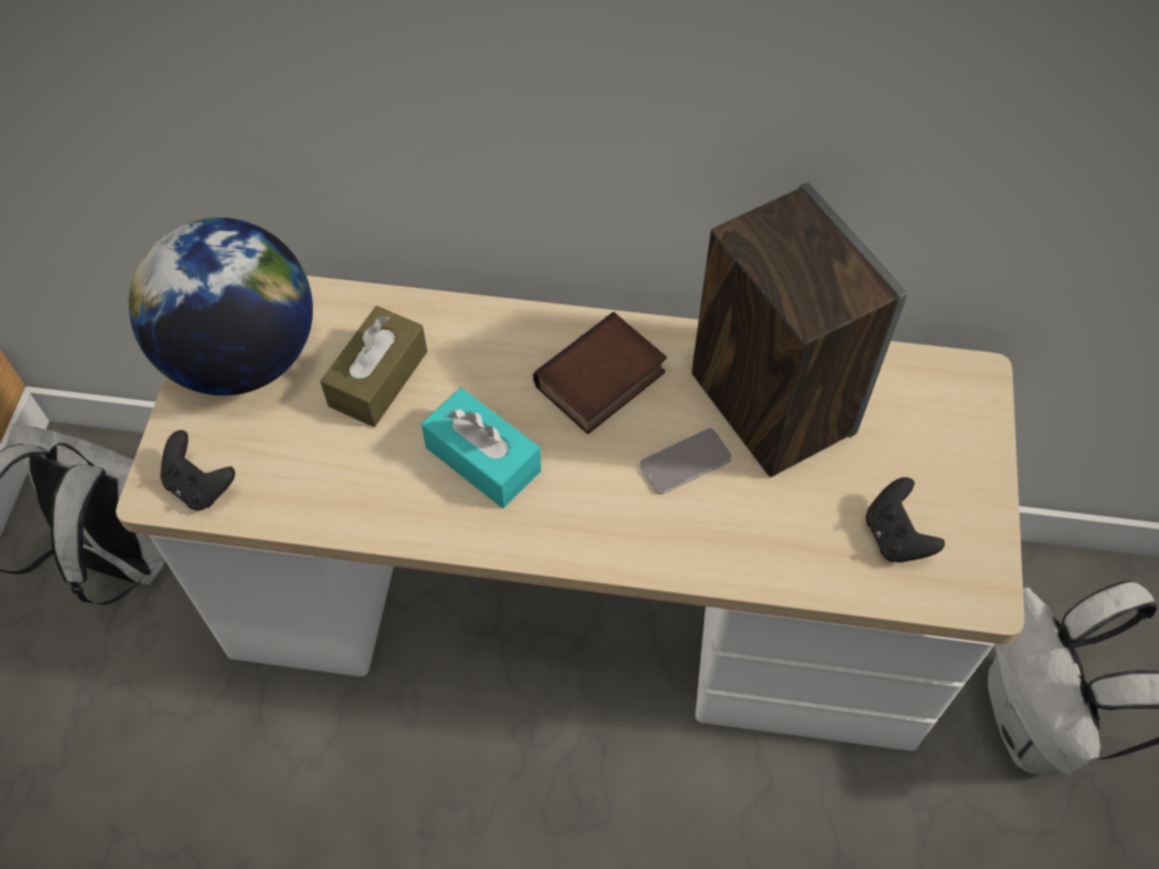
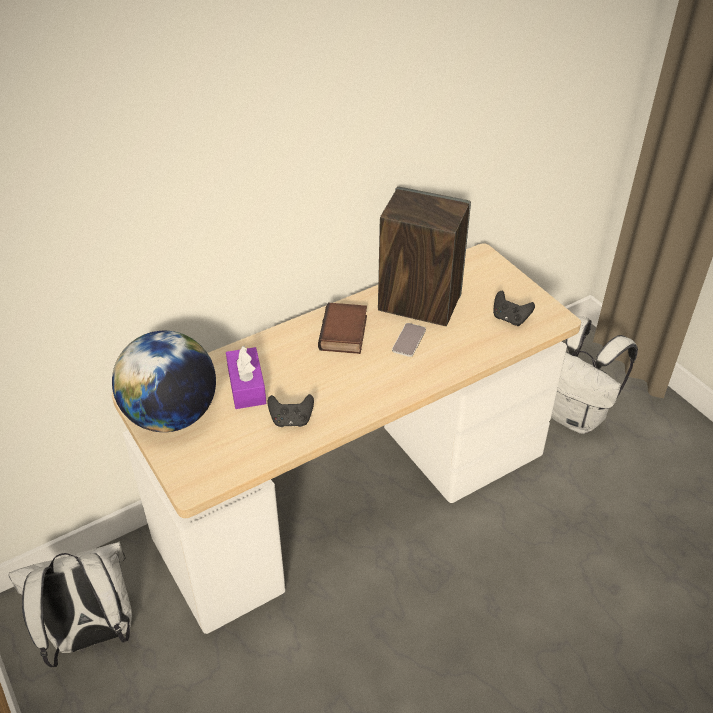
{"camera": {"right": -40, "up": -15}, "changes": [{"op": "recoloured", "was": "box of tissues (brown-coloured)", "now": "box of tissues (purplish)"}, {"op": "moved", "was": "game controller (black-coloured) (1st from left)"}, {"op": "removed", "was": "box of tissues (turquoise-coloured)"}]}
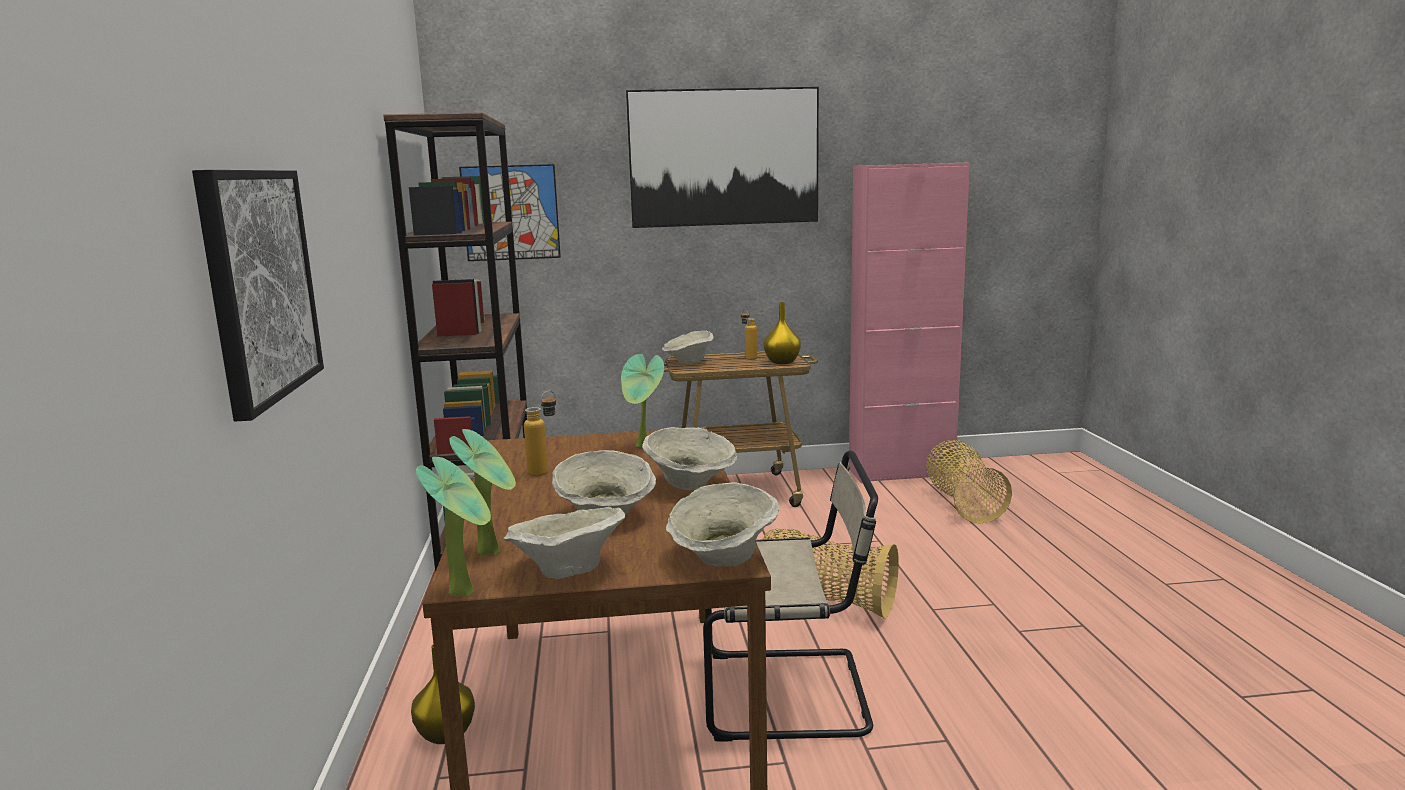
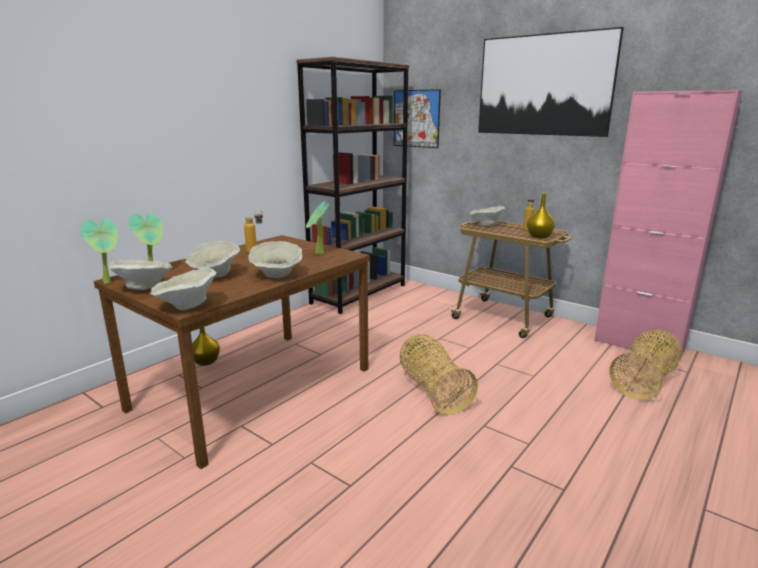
{"camera": {"right": 45, "up": 5}, "changes": [{"op": "removed", "was": "picture (1st from left)"}, {"op": "removed", "was": "chair (beige-coloured)"}]}
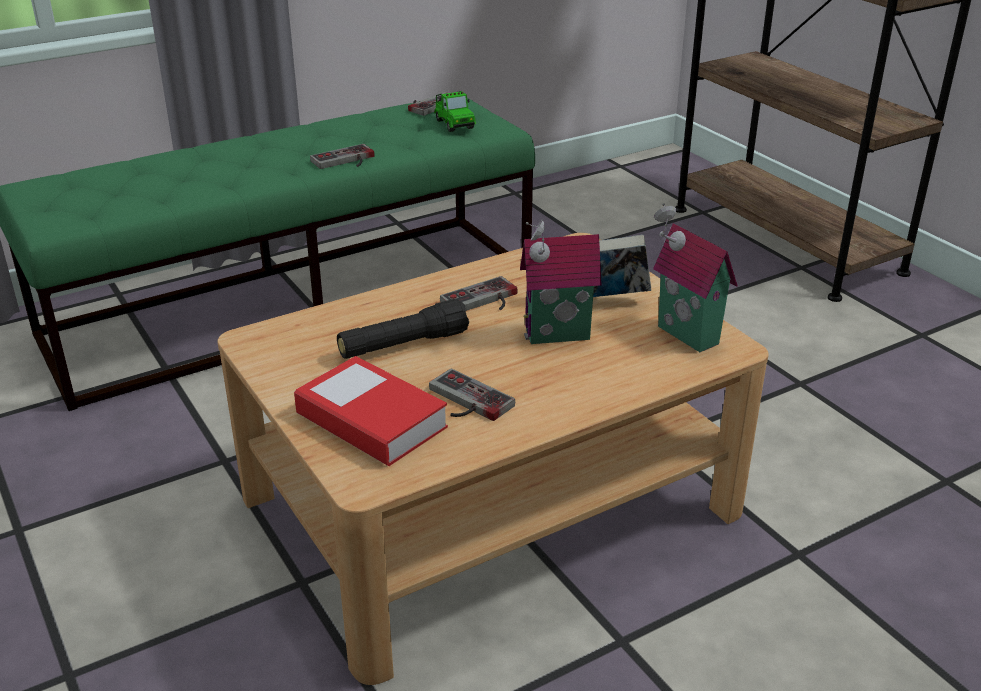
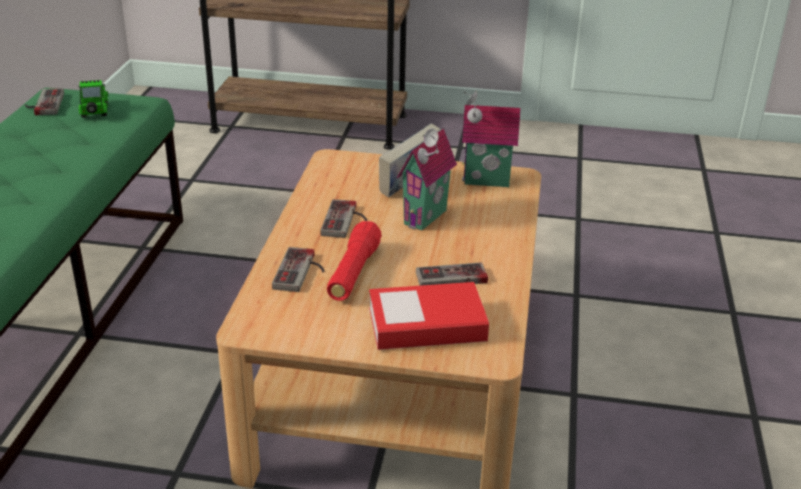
{"camera": {"right": -50, "up": 0}, "changes": [{"op": "turned", "was": "miniature car", "clockwise": -120}, {"op": "moved", "was": "game controller (1st from left in the first image)", "now": "game controller (2nd from left)"}, {"op": "recoloured", "was": "flashlight (black-coloured)", "now": "flashlight (red)"}]}
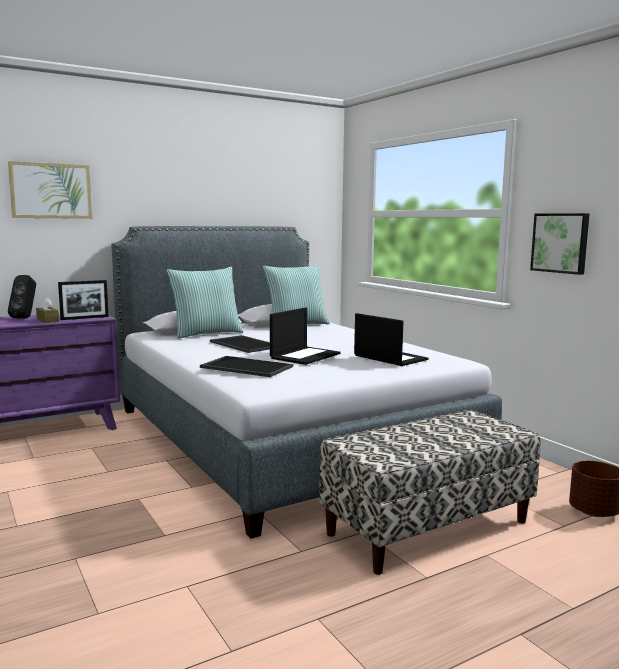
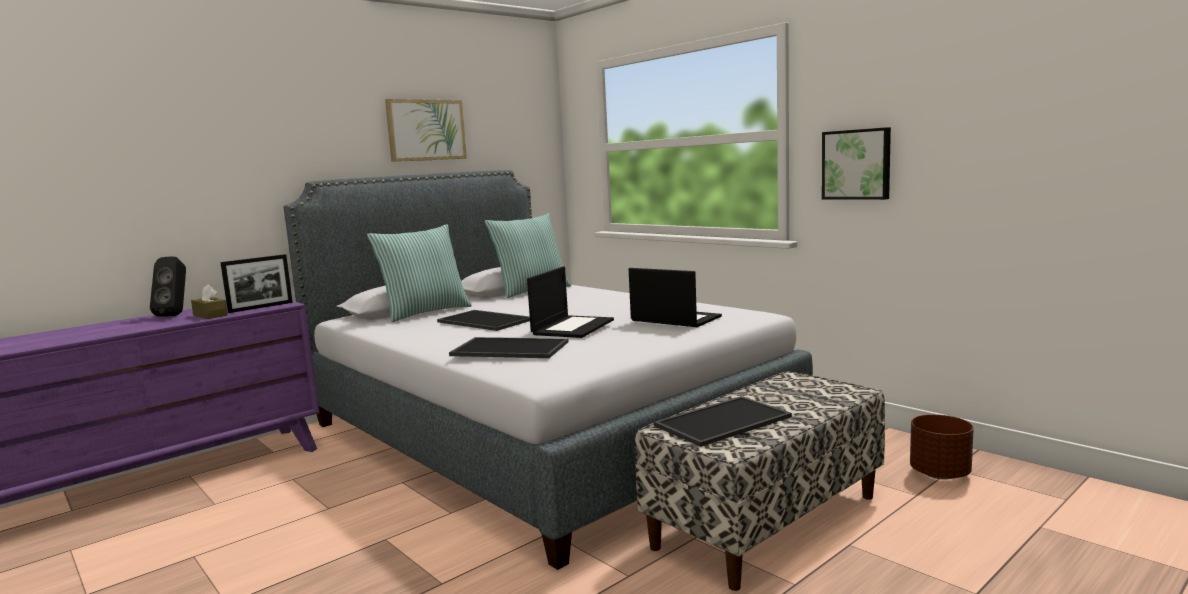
{"camera": {"right": -10, "up": 0}, "changes": [{"op": "moved", "was": "picture (1st from left)"}, {"op": "added", "now": "tray (3rd from left)"}]}
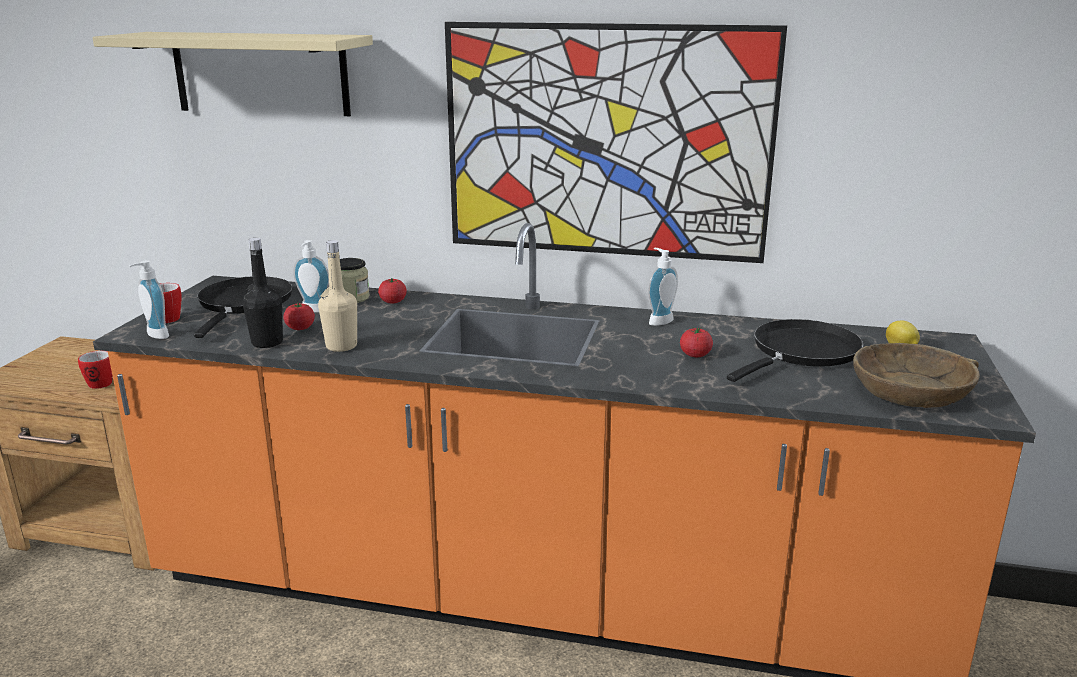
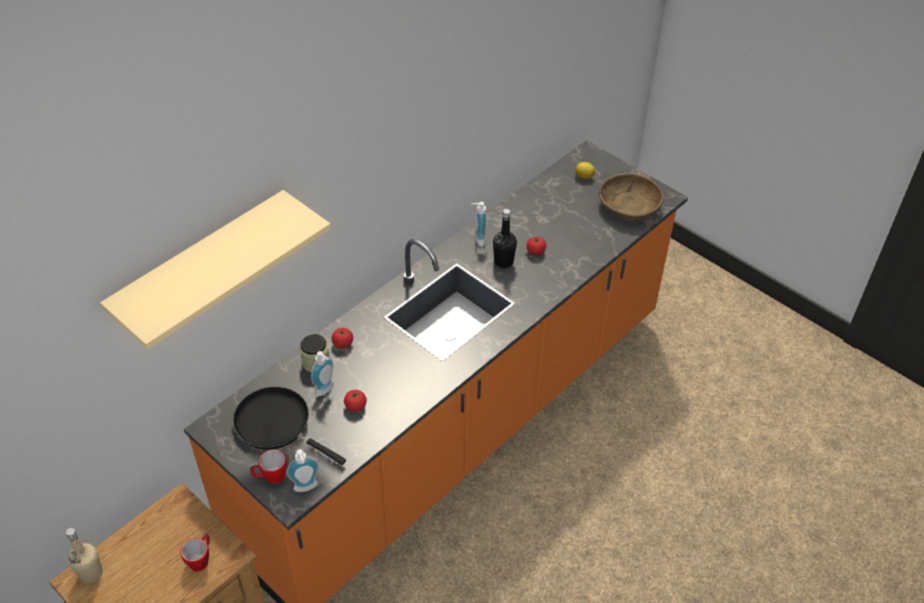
{"camera": {"right": -60, "up": 25}, "changes": [{"op": "moved", "was": "beverage bottle (beige-coloured)"}, {"op": "moved", "was": "beverage bottle (black-coloured)"}, {"op": "removed", "was": "picture"}, {"op": "removed", "was": "pan (black-coloured) (2nd from left)"}]}
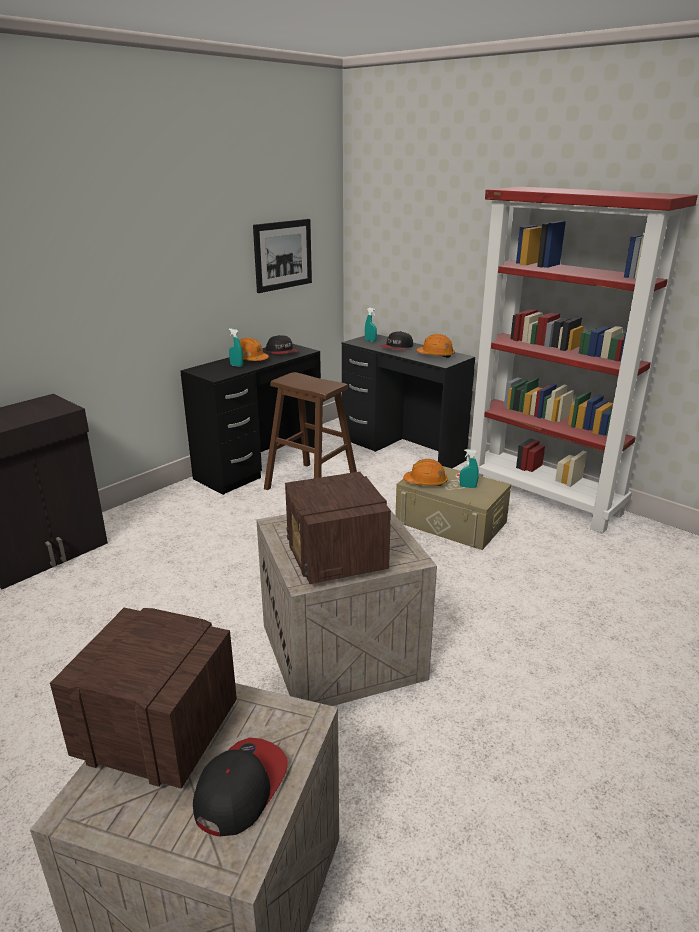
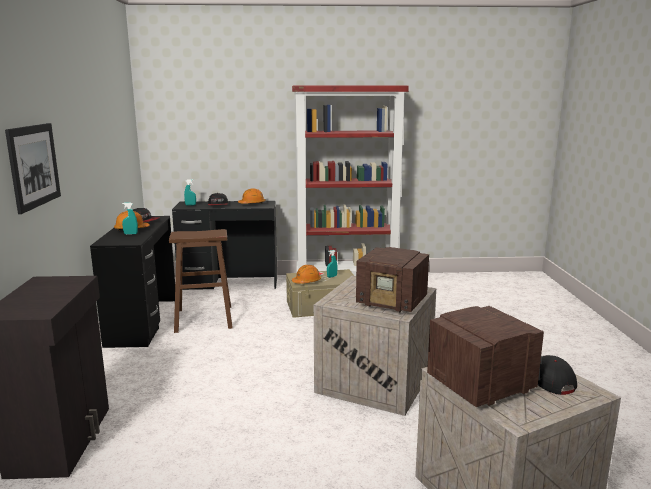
{"camera": {"right": -45, "up": -10}, "changes": [{"op": "moved", "was": "picture"}]}
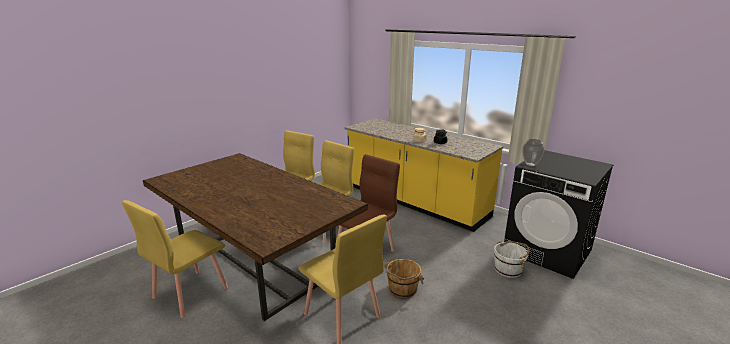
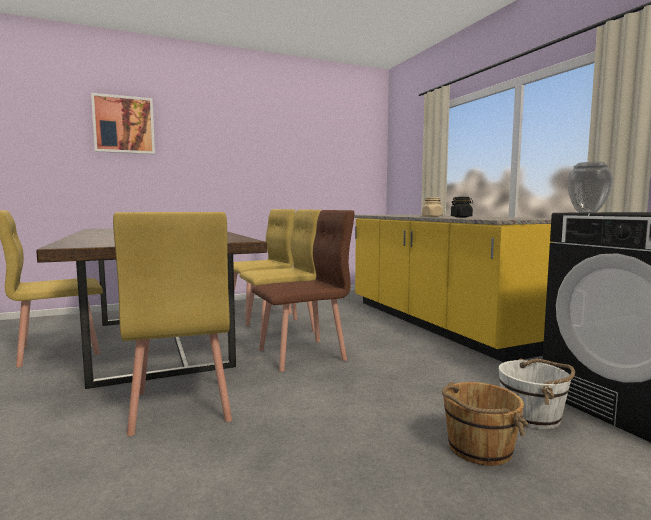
{"camera": {"right": 25, "up": -15}, "changes": [{"op": "added", "now": "picture"}, {"op": "moved", "was": "water bucket (brown-coloured)"}]}
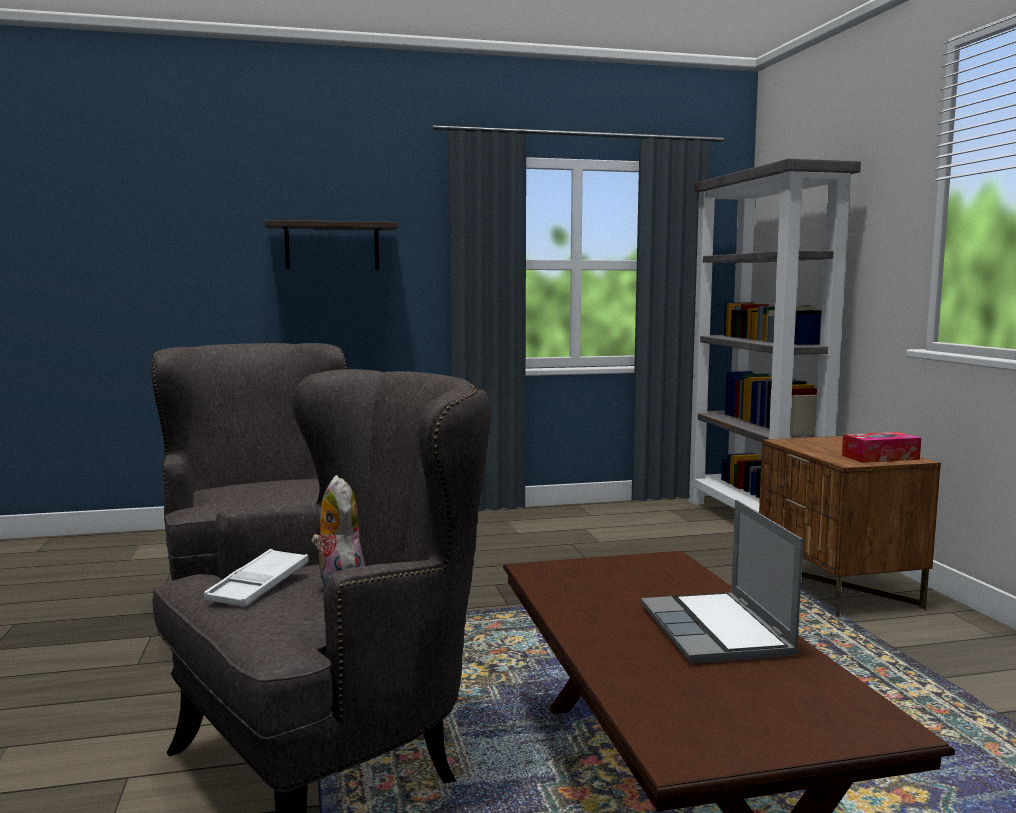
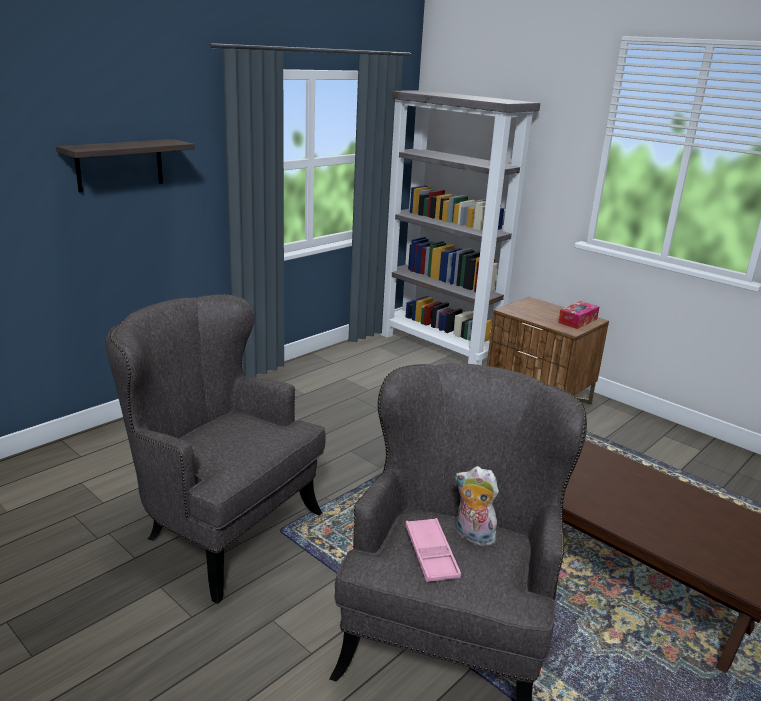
{"camera": {"right": -35, "up": 15}, "changes": [{"op": "recoloured", "was": "tray (white-coloured)", "now": "tray (pinkish)"}, {"op": "removed", "was": "notebook computer"}]}
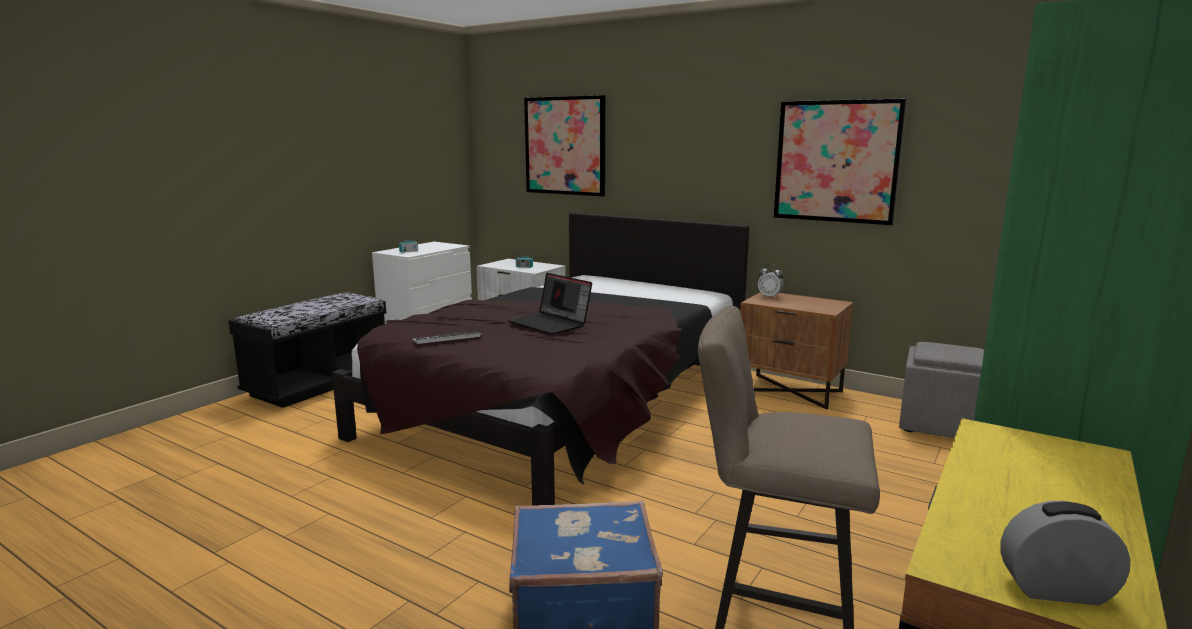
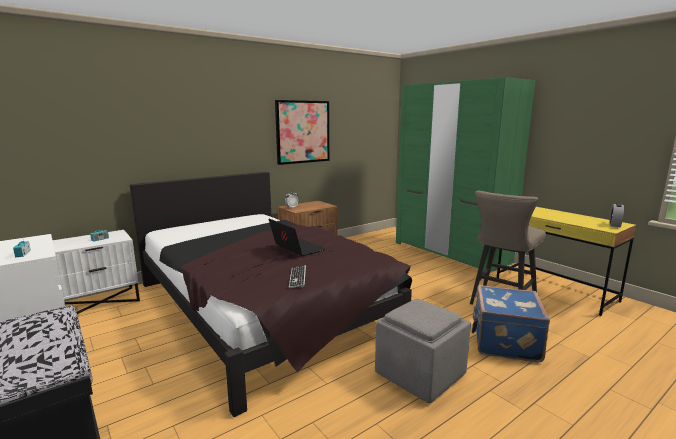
{"camera": {"right": -70, "up": 0}, "changes": [{"op": "turned", "was": "notebook computer", "clockwise": -105}, {"op": "moved", "was": "ottoman (grey)"}, {"op": "removed", "was": "picture (1st from left)"}]}
